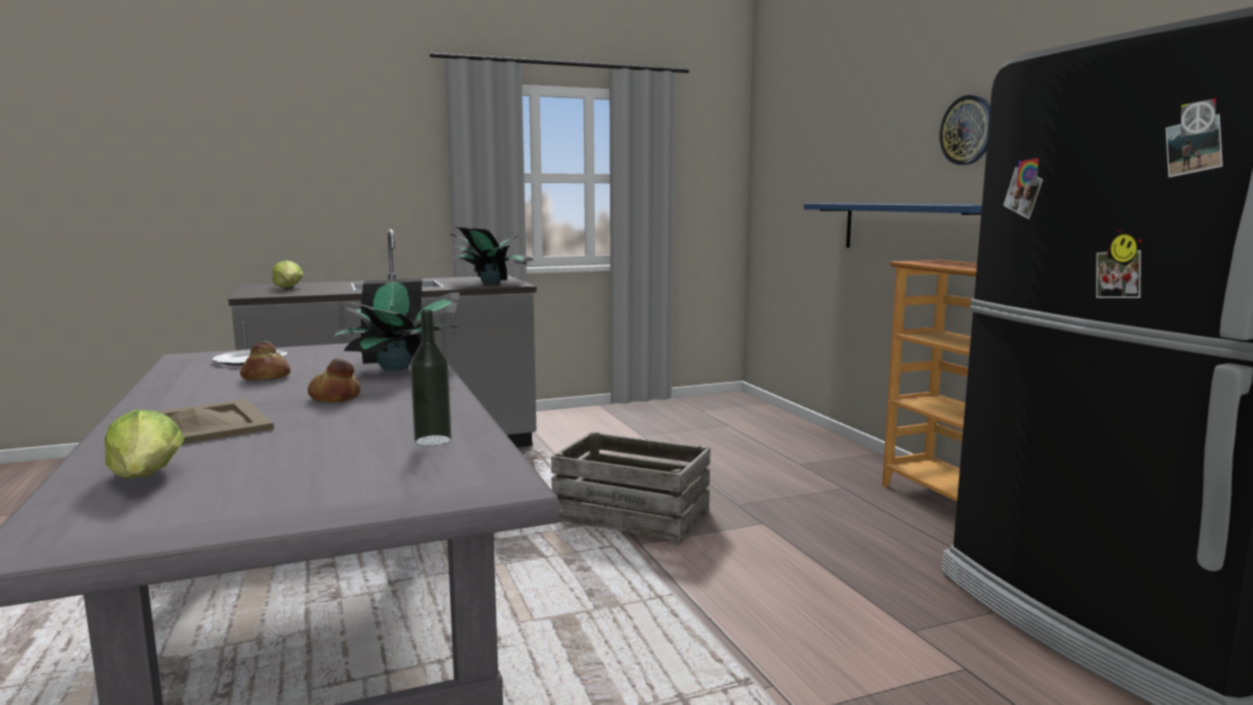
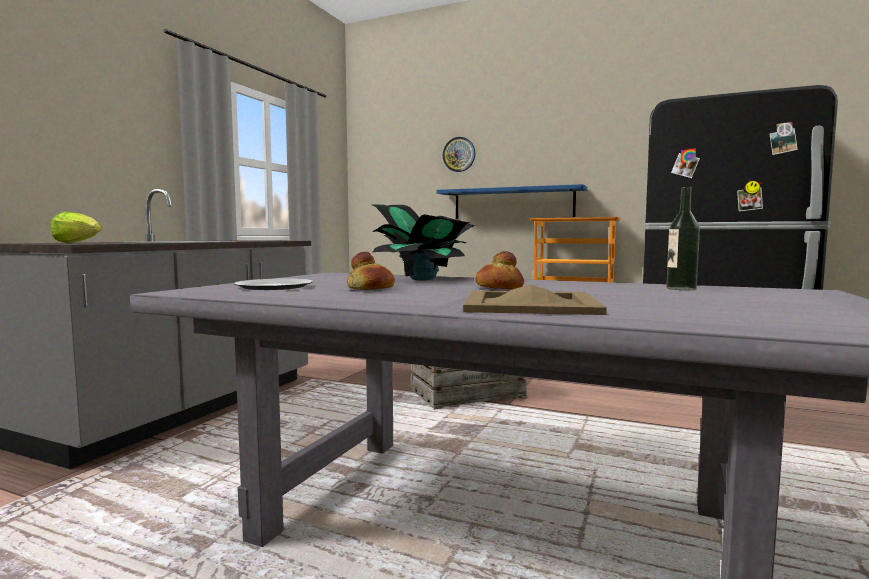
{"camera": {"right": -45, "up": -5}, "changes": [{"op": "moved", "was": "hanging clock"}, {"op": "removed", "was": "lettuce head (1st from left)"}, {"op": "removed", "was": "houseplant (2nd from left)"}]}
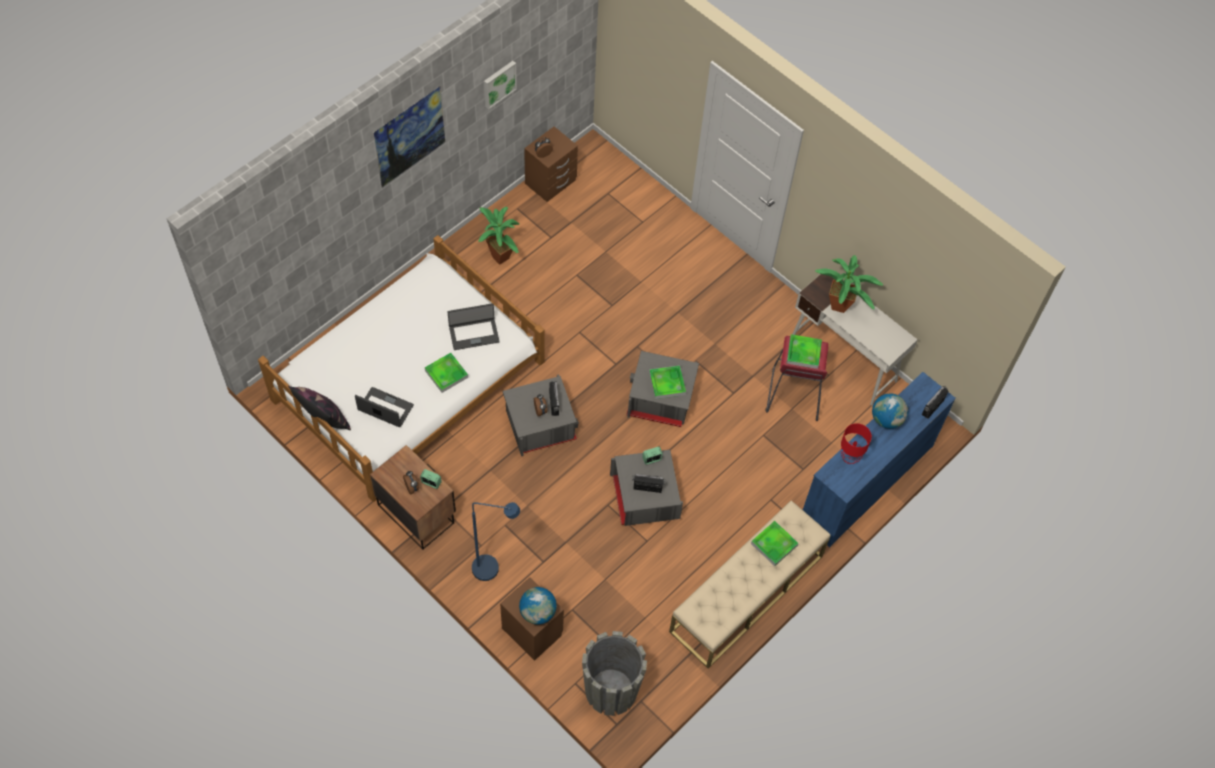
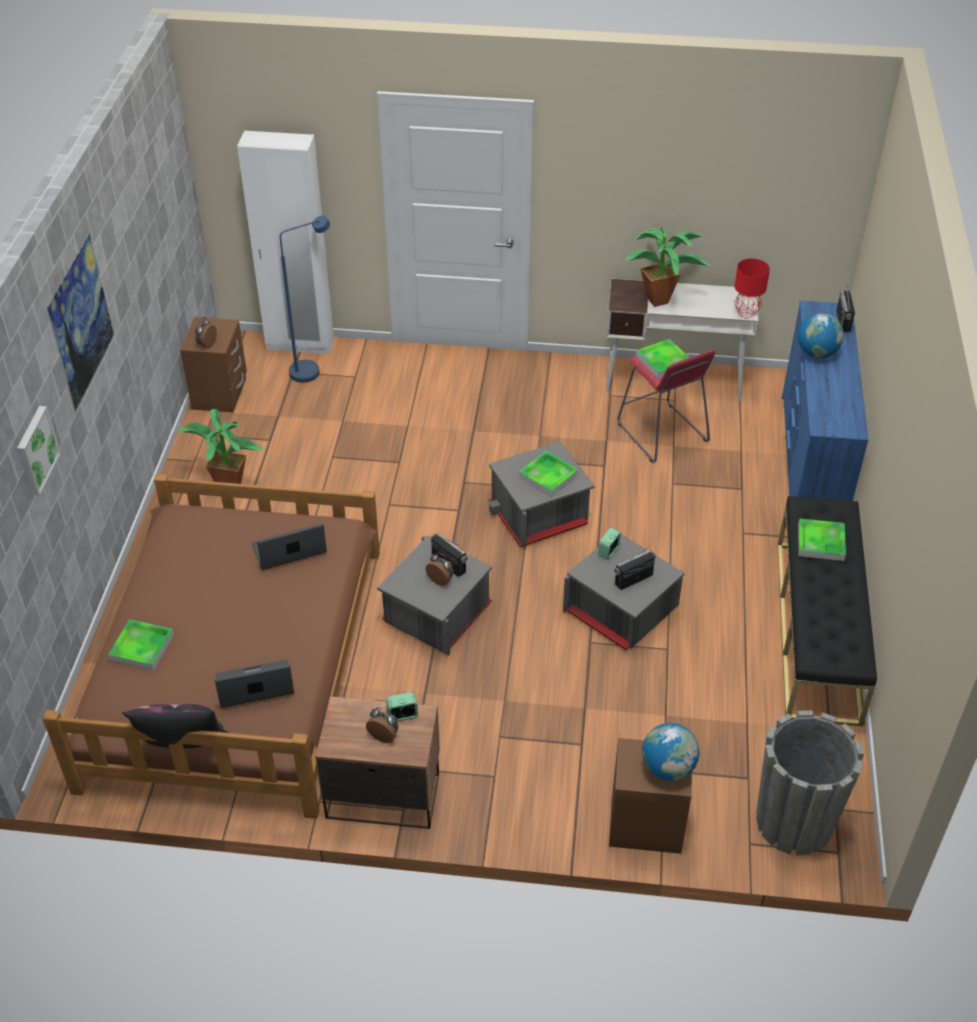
{"camera": {"right": -35, "up": -15}, "changes": [{"op": "moved", "was": "picture (2nd from left in the first image)", "now": "picture (1st from left)"}, {"op": "recoloured", "was": "bed (white-coloured)", "now": "bed (brown-coloured)"}, {"op": "moved", "was": "tray (1st from left)"}, {"op": "added", "now": "clothes cupboard (white-coloured)"}, {"op": "turned", "was": "notebook computer (2nd from left)", "clockwise": -150}, {"op": "moved", "was": "floor lamp (bluish)"}, {"op": "moved", "was": "tabletop lamp (red)"}, {"op": "recoloured", "was": "bench (beige-coloured)", "now": "bench (black-coloured)"}]}
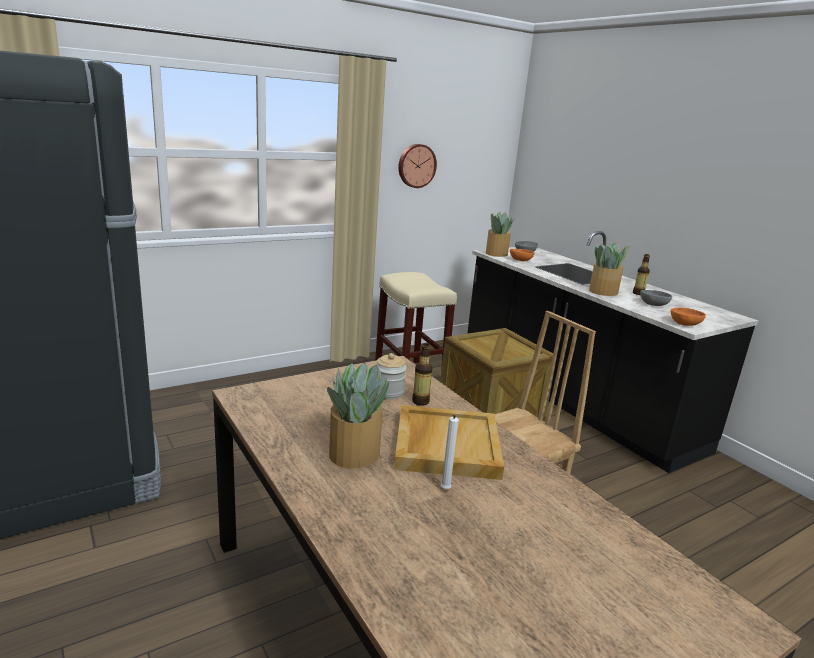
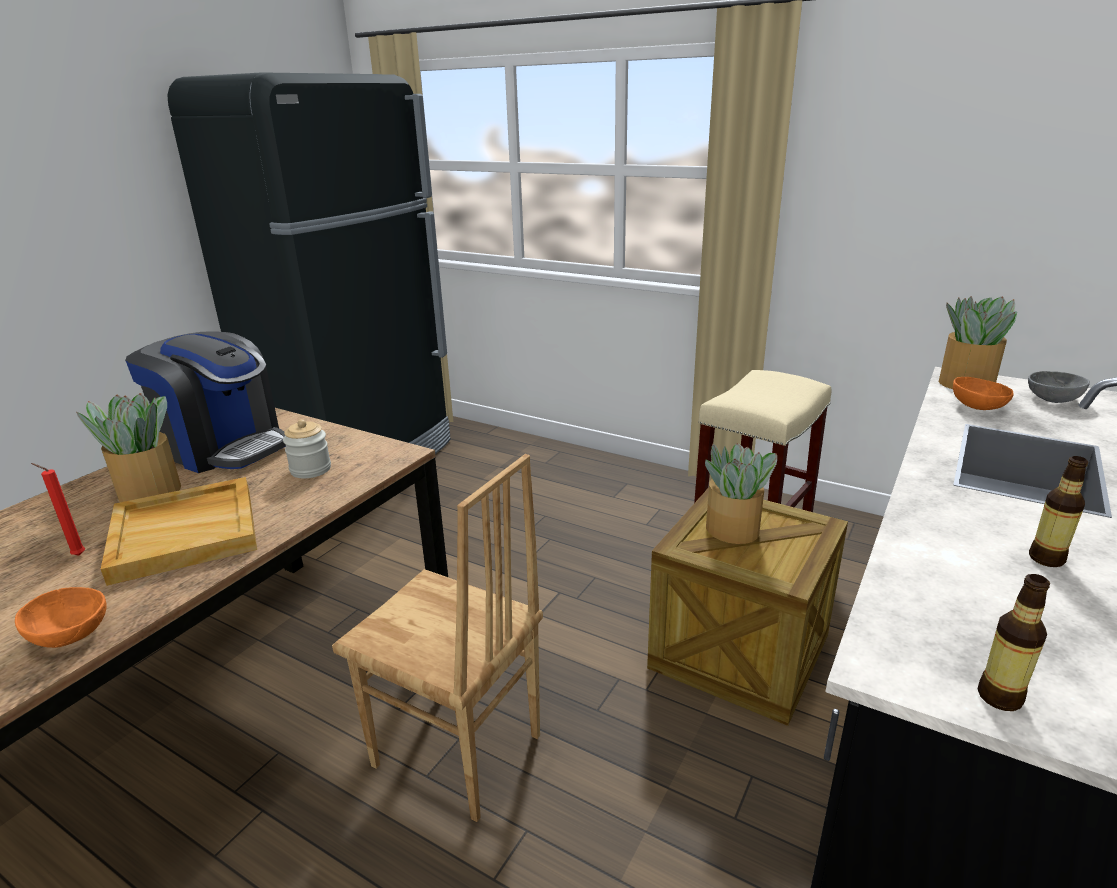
{"camera": {"right": 65, "up": 5}, "changes": [{"op": "moved", "was": "bowl (orange) (2nd from left in the first image)", "now": "bowl (orange) (1st from left)"}, {"op": "recoloured", "was": "wax candle (white-coloured)", "now": "wax candle (red)"}, {"op": "added", "now": "coffee maker"}, {"op": "moved", "was": "houseplant (3rd from left in the first image)", "now": "houseplant (2nd from left)"}, {"op": "moved", "was": "beverage bottle (1st from left)"}, {"op": "removed", "was": "hanging clock"}, {"op": "removed", "was": "bowl (grey) (2nd from left)"}]}
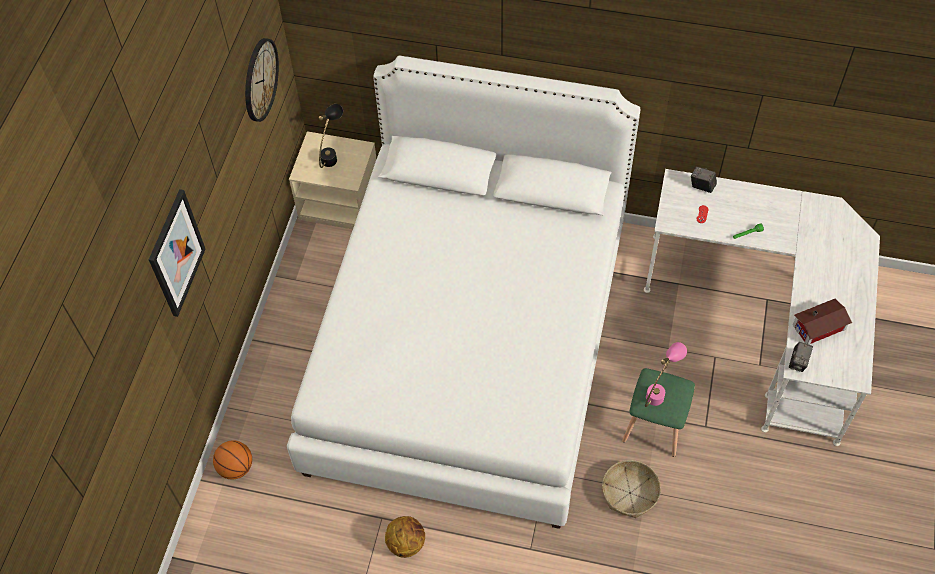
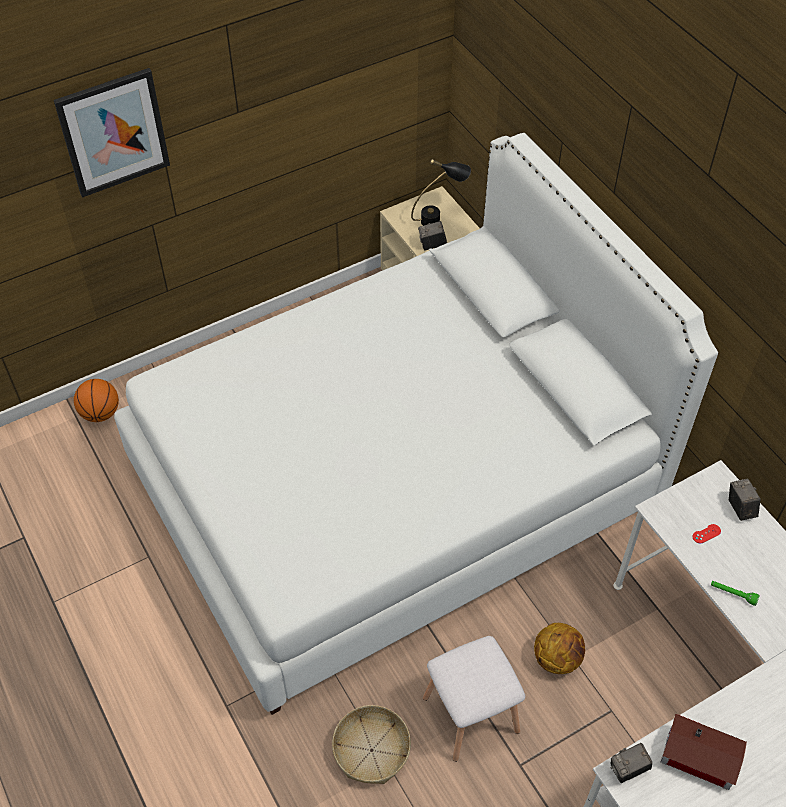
{"camera": {"right": 45, "up": -5}, "changes": [{"op": "added", "now": "photo camera (1st from left)"}, {"op": "recoloured", "was": "stool seat (green)", "now": "stool seat (white-coloured)"}, {"op": "moved", "was": "ball for basketball (2nd from left)"}, {"op": "removed", "was": "hanging clock"}, {"op": "removed", "was": "tabletop lamp (pinkish)"}]}
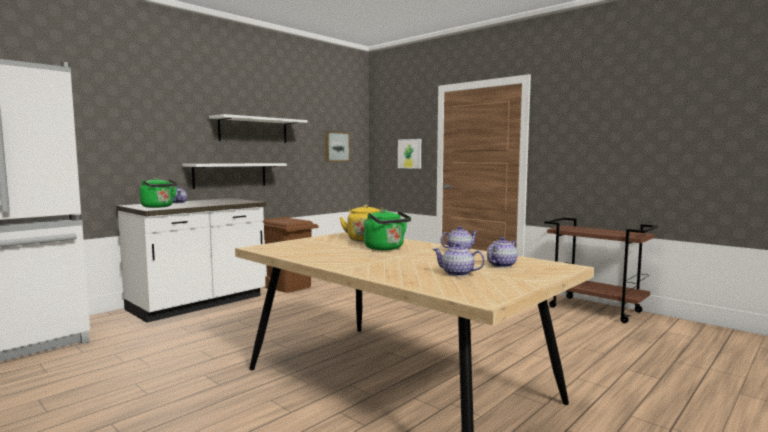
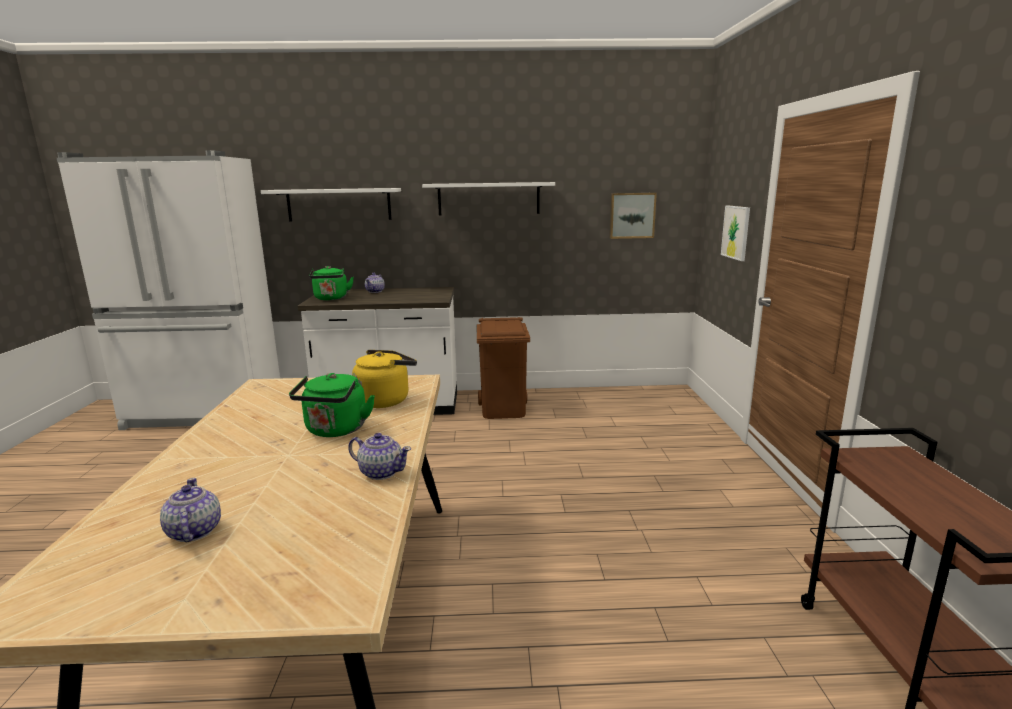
{"camera": {"right": 45, "up": 10}, "changes": [{"op": "moved", "was": "bracket shelf (white-coloured) (1st from left)"}, {"op": "removed", "was": "teapot (4th from left)"}]}
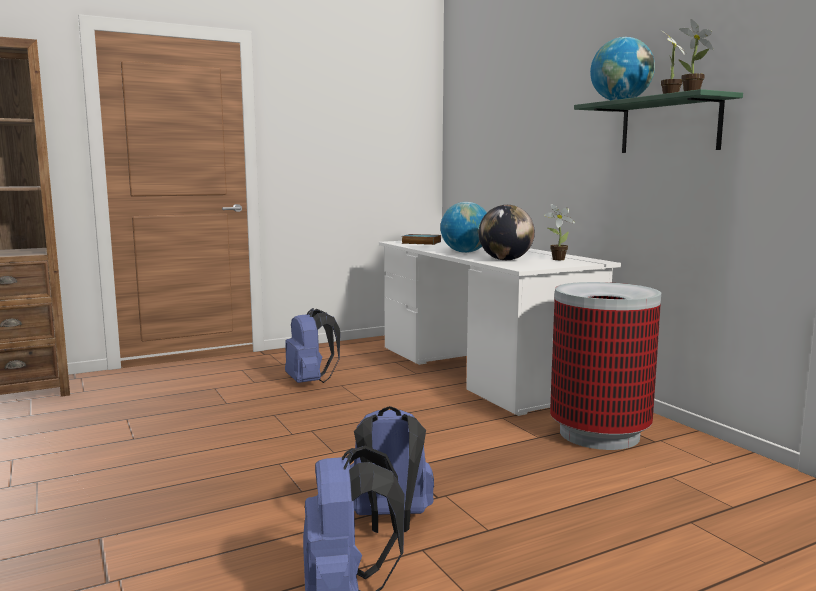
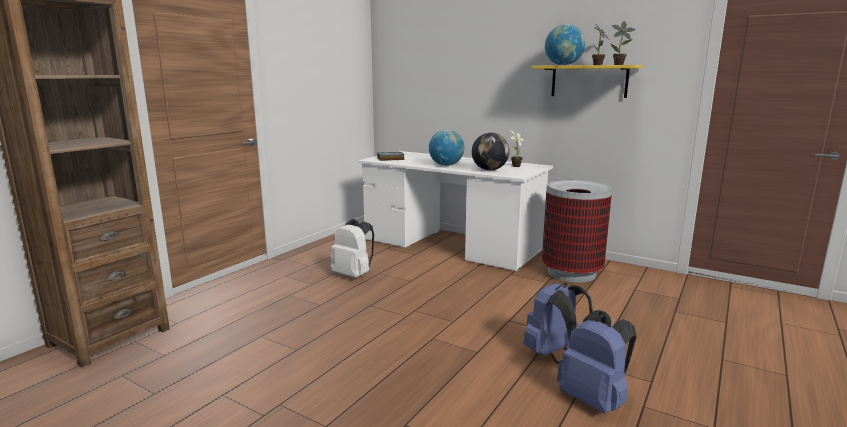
{"camera": {"right": -30, "up": 5}, "changes": [{"op": "recoloured", "was": "rucksack (bluish) (1st from left)", "now": "rucksack (white-coloured)"}, {"op": "recoloured", "was": "bracket shelf (green)", "now": "bracket shelf (yellowish)"}]}
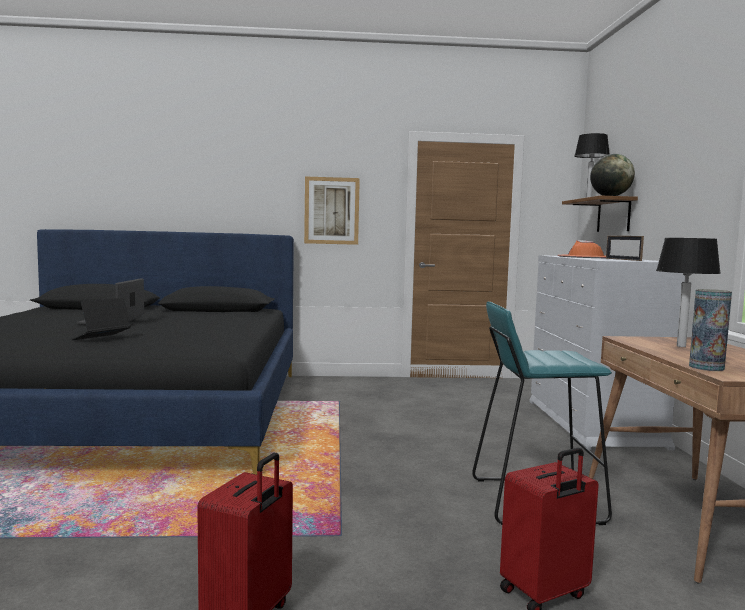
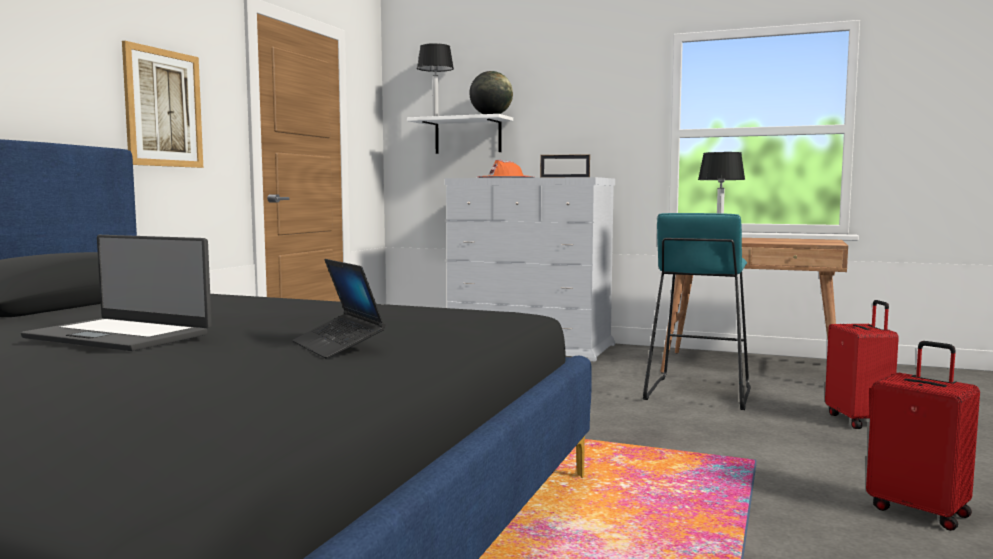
{"camera": {"right": -65, "up": 0}, "changes": [{"op": "recoloured", "was": "bracket shelf (brown-coloured)", "now": "bracket shelf (white-coloured)"}, {"op": "removed", "was": "decorative vase"}]}
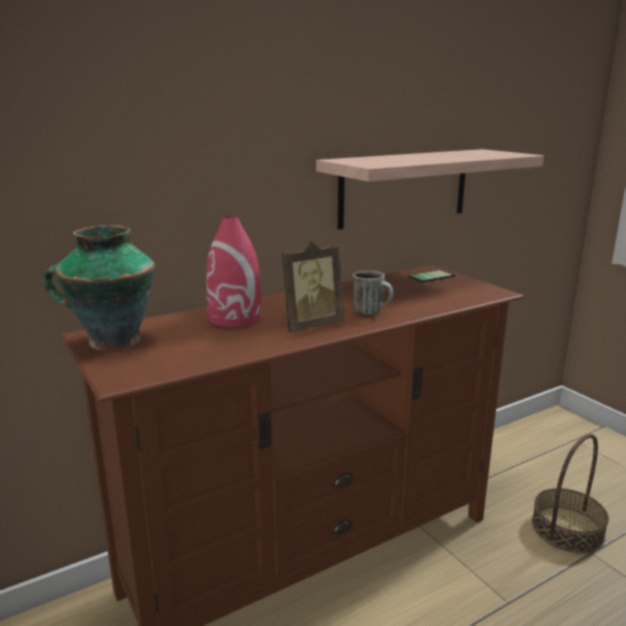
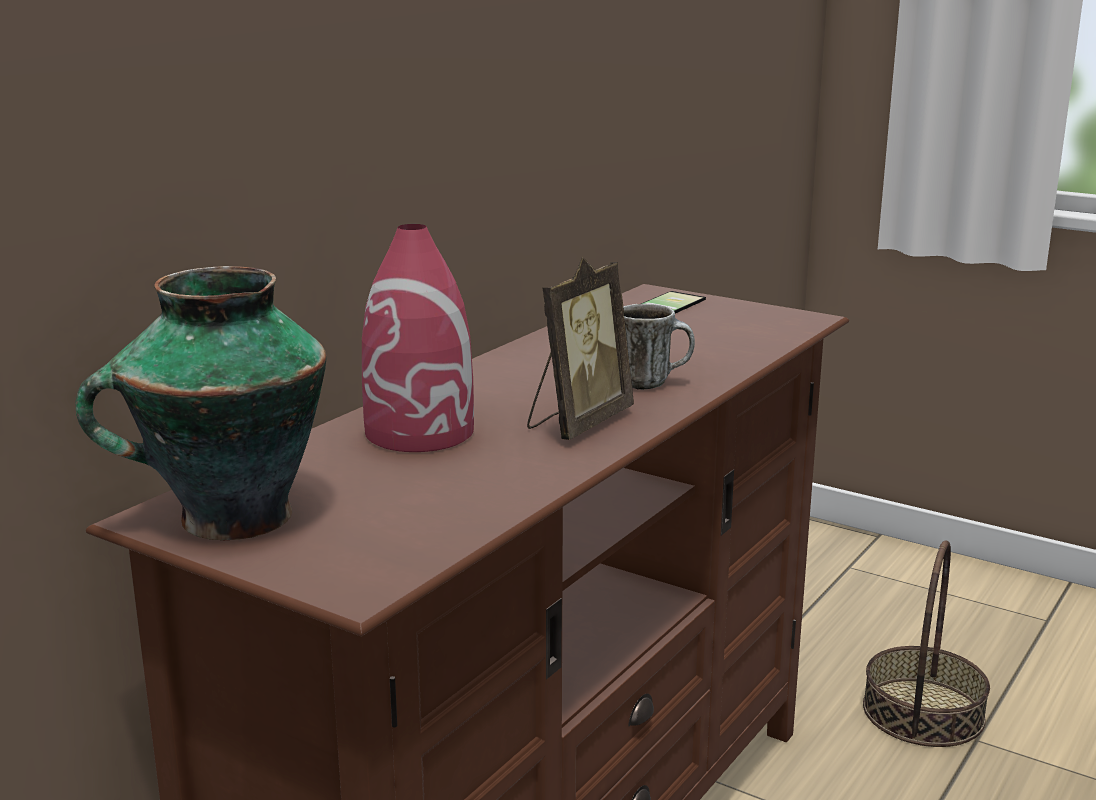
{"camera": {"right": -25, "up": 0}, "changes": [{"op": "removed", "was": "bracket shelf"}]}
